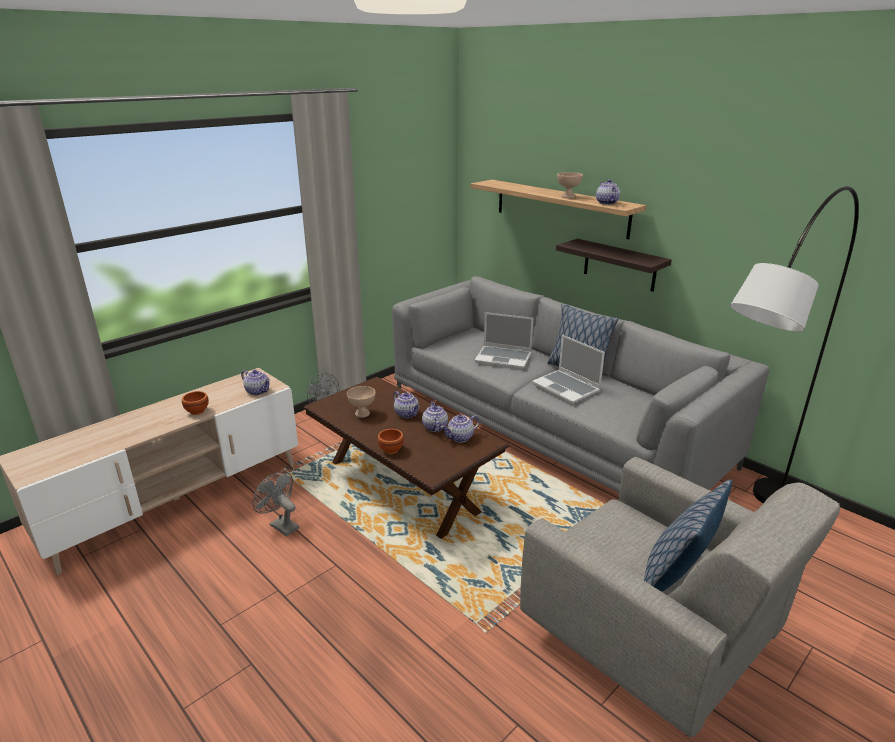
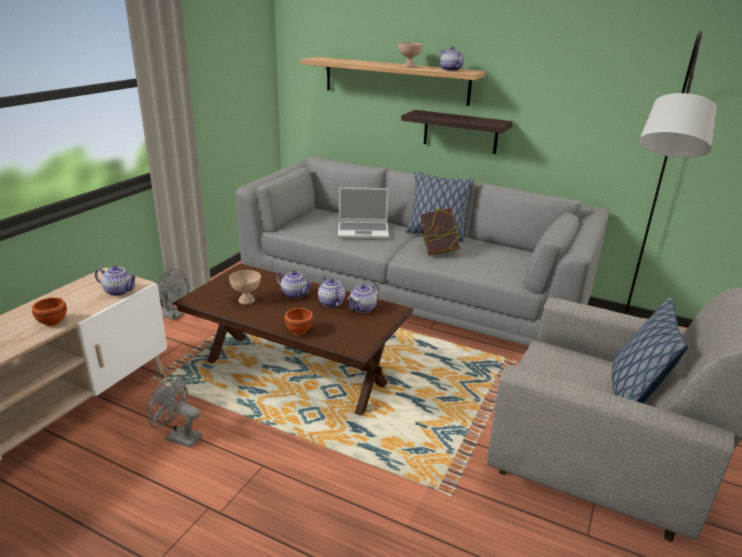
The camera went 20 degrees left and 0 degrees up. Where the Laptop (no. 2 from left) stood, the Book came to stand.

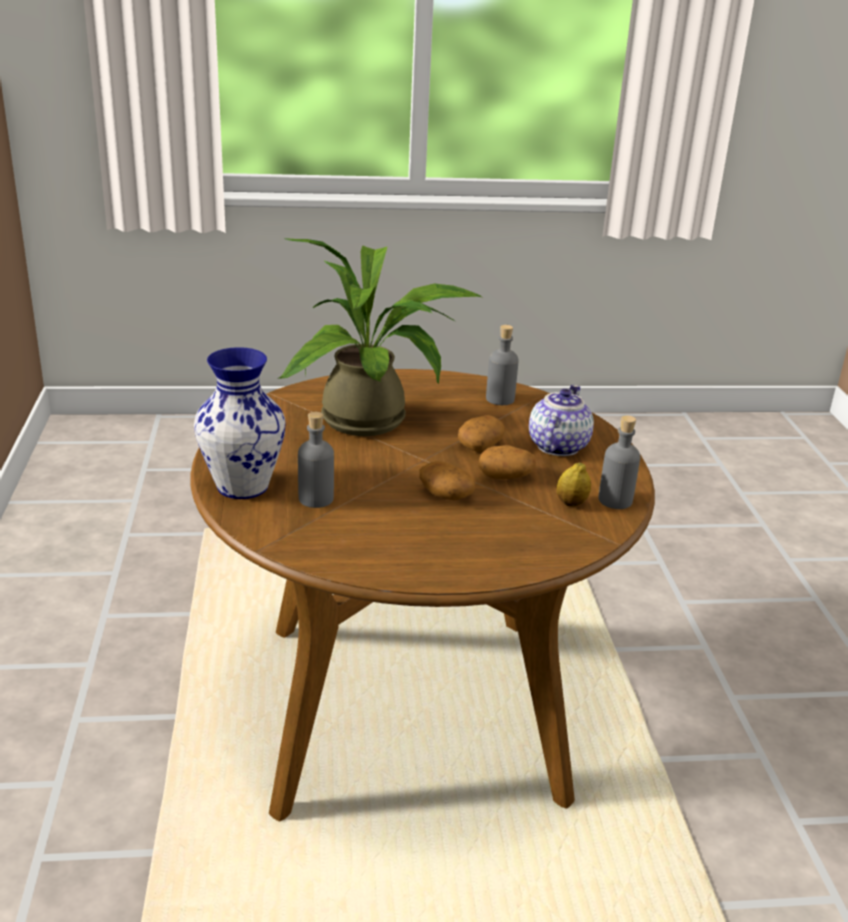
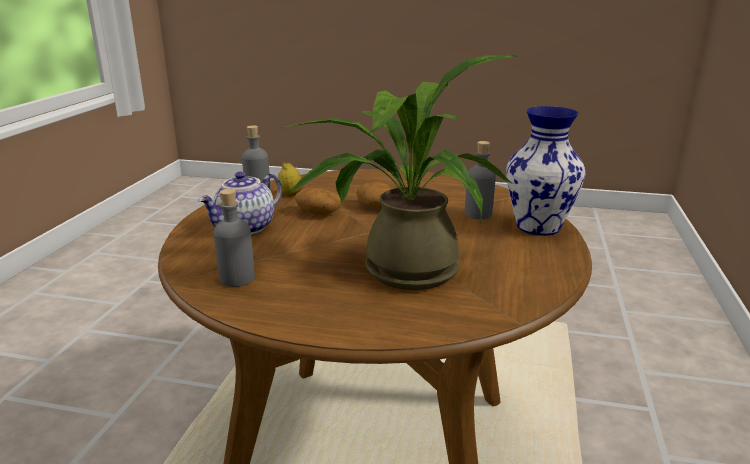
The camera went 160 degrees left and 5 degrees down. The second view lost the Potato (no. 2 from left).

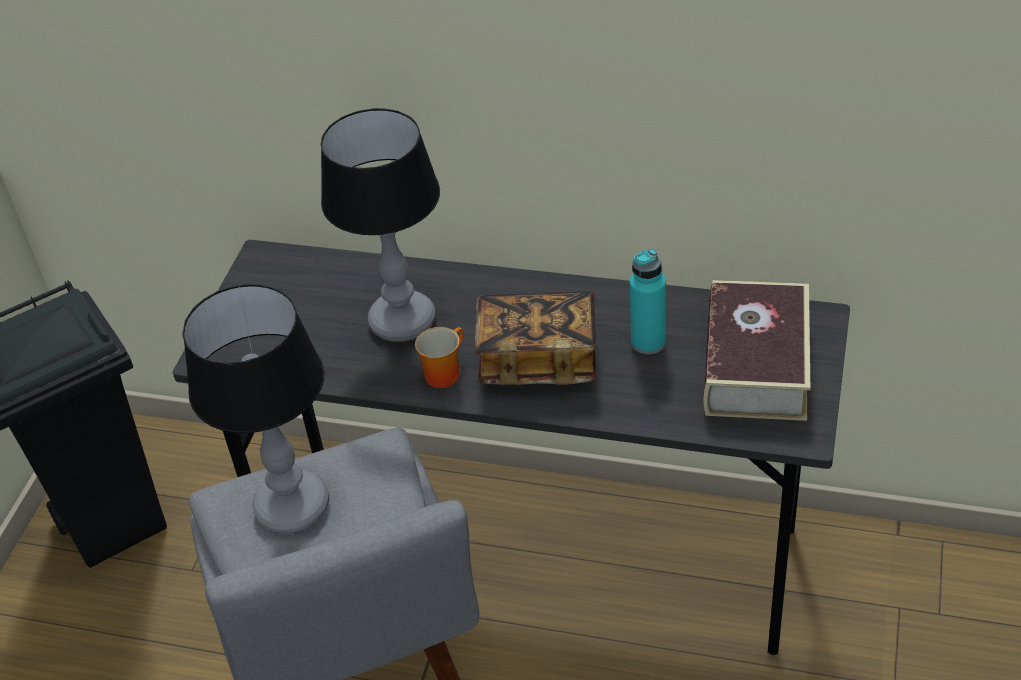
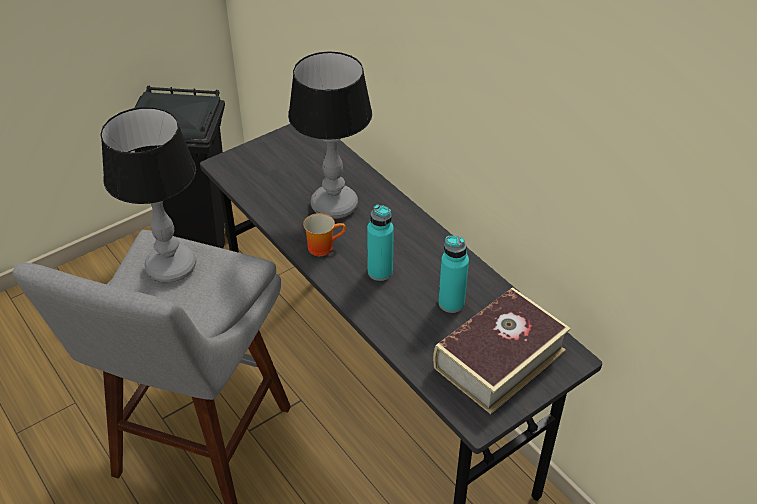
The camera went 35 degrees right and 0 degrees up. Where the Book (no. 1 from left) stood, the TurquoiseBottle (no. 1 from left) came to stand.

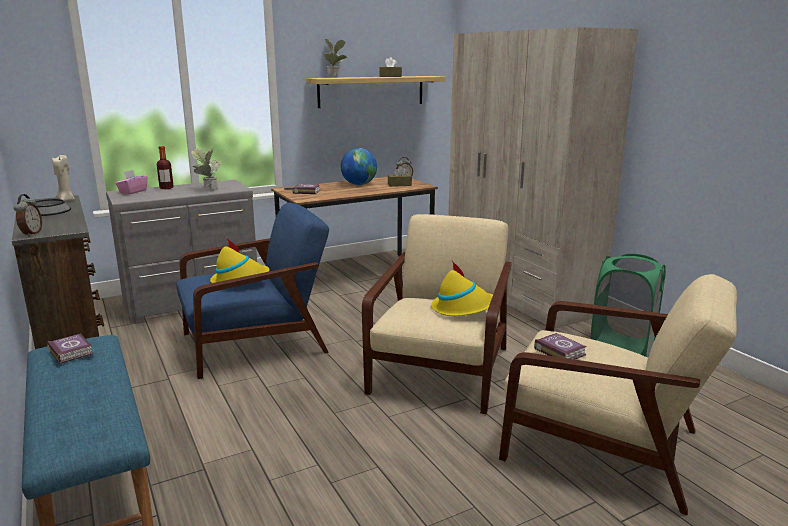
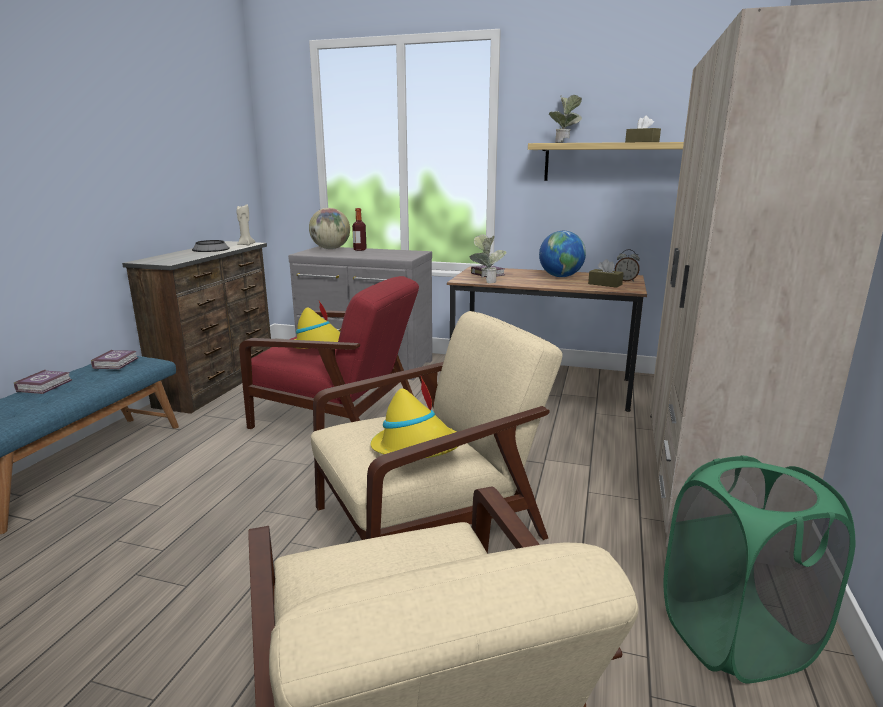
The camera went 45 degrees right and 0 degrees up. The second view lost the AlarmClock (no. 1 from left). Where the PinkTissueBox stood, the Globe (no. 1 from left) came to stand. What was the BlueArmchair turned into the RedArmchair. The PottedPlant (no. 1 from left) ended up elsewhere. The Book (no. 3 from left in the first image) ended up elsewhere.

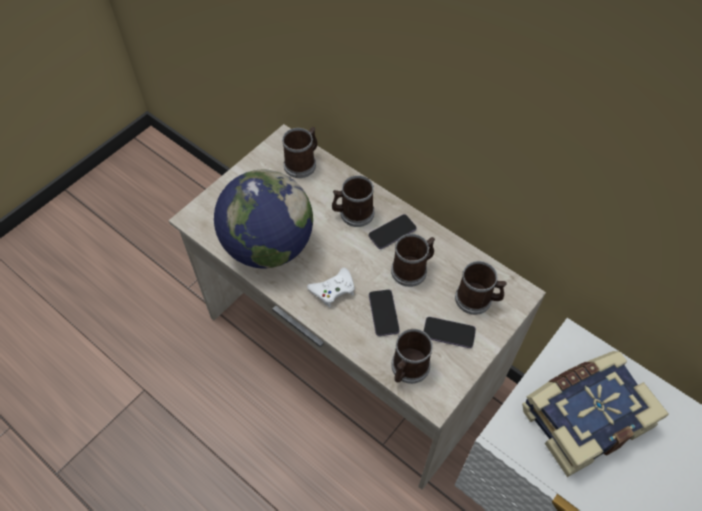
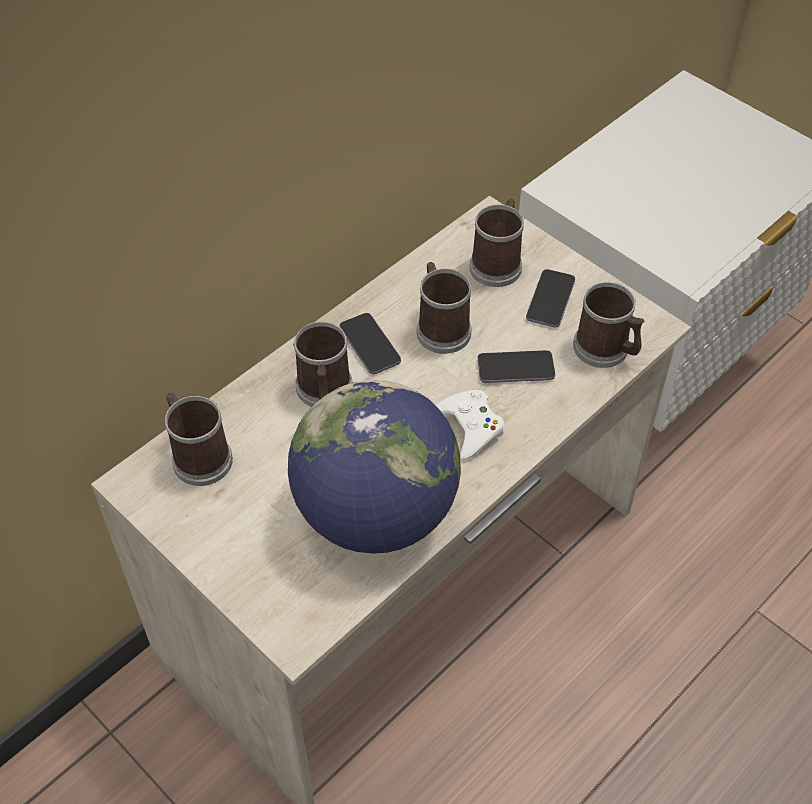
The camera went 85 degrees left and 5 degrees down. The second view lost the Book.

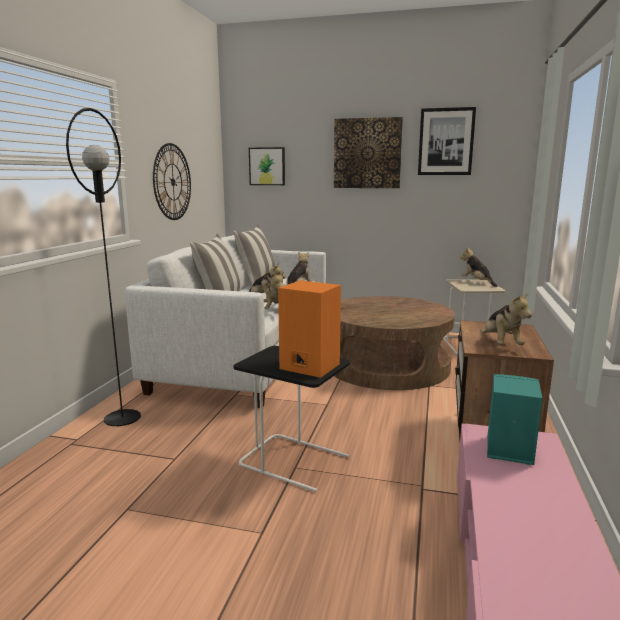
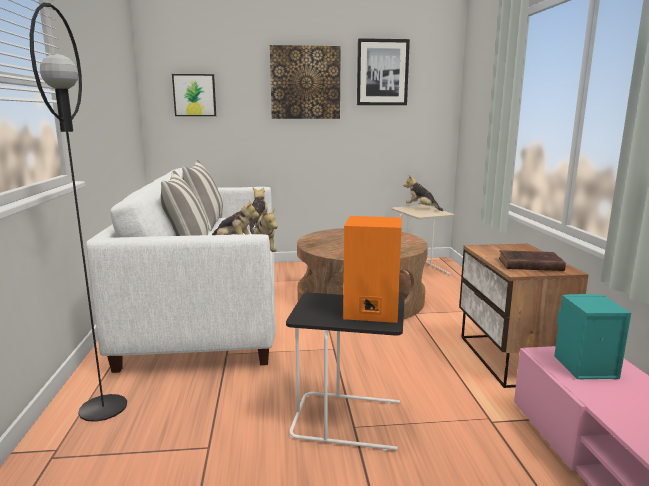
The camera went 20 degrees left and 0 degrees up. The second view lost the WallClock. Where the PlushToy (no. 5 from left) stood, the BrownBook came to stand.

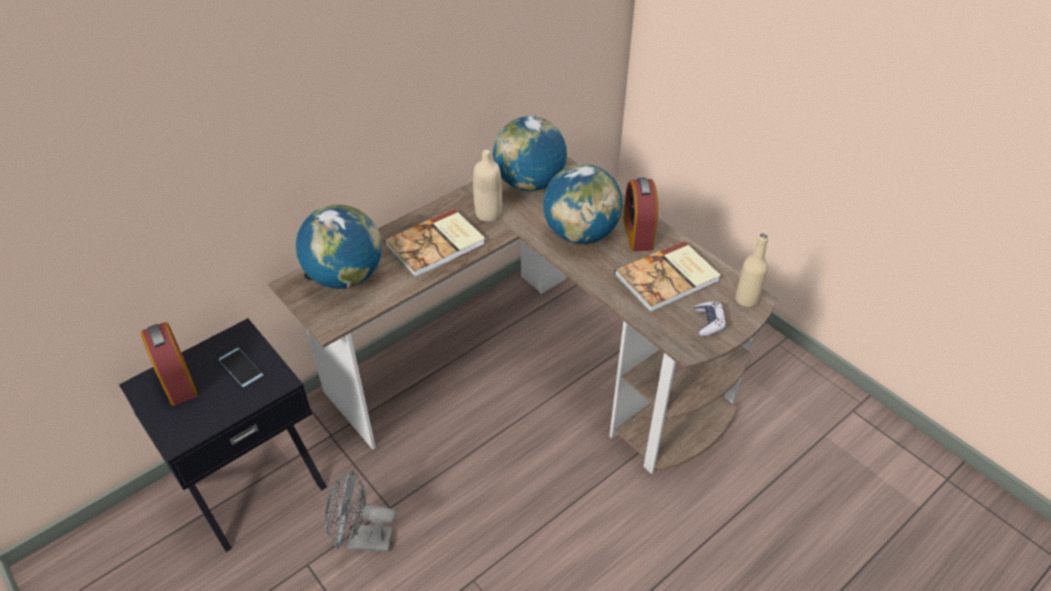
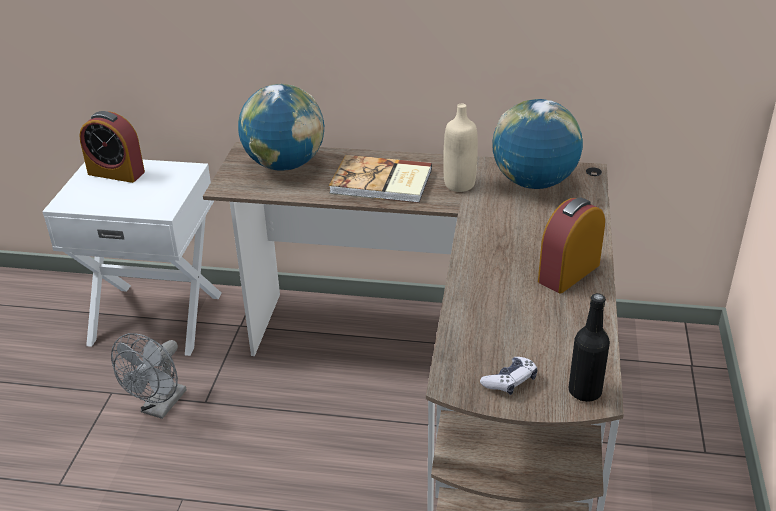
The camera went 50 degrees right and 10 degrees down. What was the BlackNightstand turned into the WhiteNightstand. The AlarmClock (no. 1 from left) ended up facing another way, 90 degrees clockwise from before. The second view lost the Phone. The GreyFan ended up facing another way, 120 degrees counterclockwise from before. The second view lost the Globe (no. 3 from left). The second view lost the Book (no. 2 from left). What was the BeigeBottle (no. 2 from left) turned into the BlackBottle.

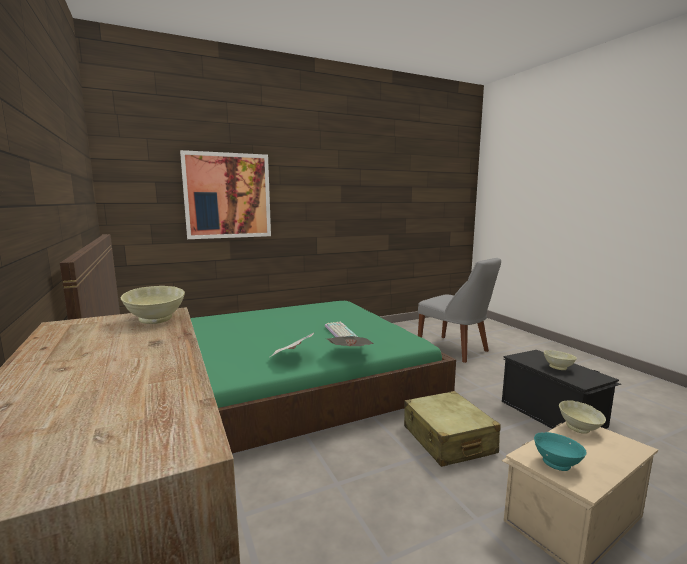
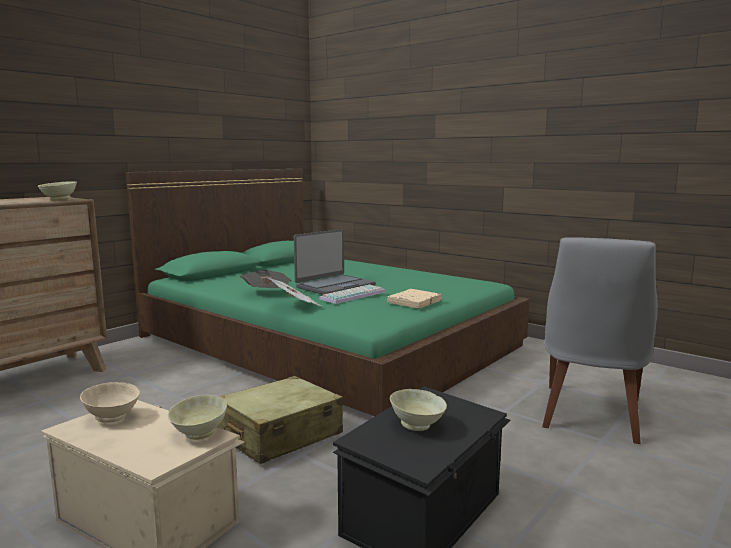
The camera went 65 degrees right and 0 degrees up. The second view lost the Picture. What was the TurquoiseBowl turned into the BeigeBowl (no. 2 from left). The second view gained the Laptop. The second view gained the BeigeBook.

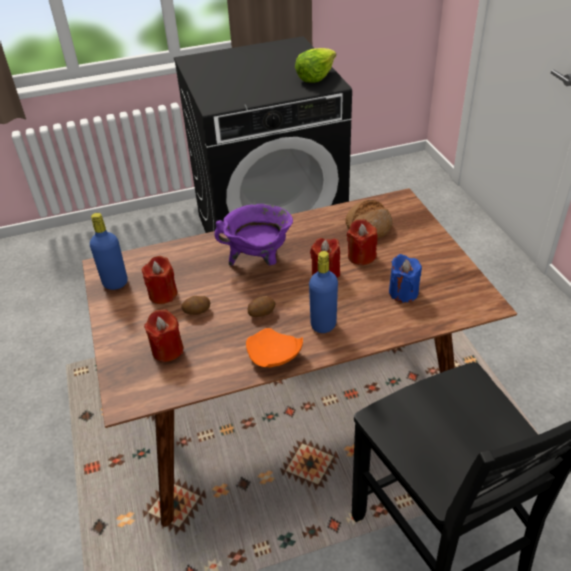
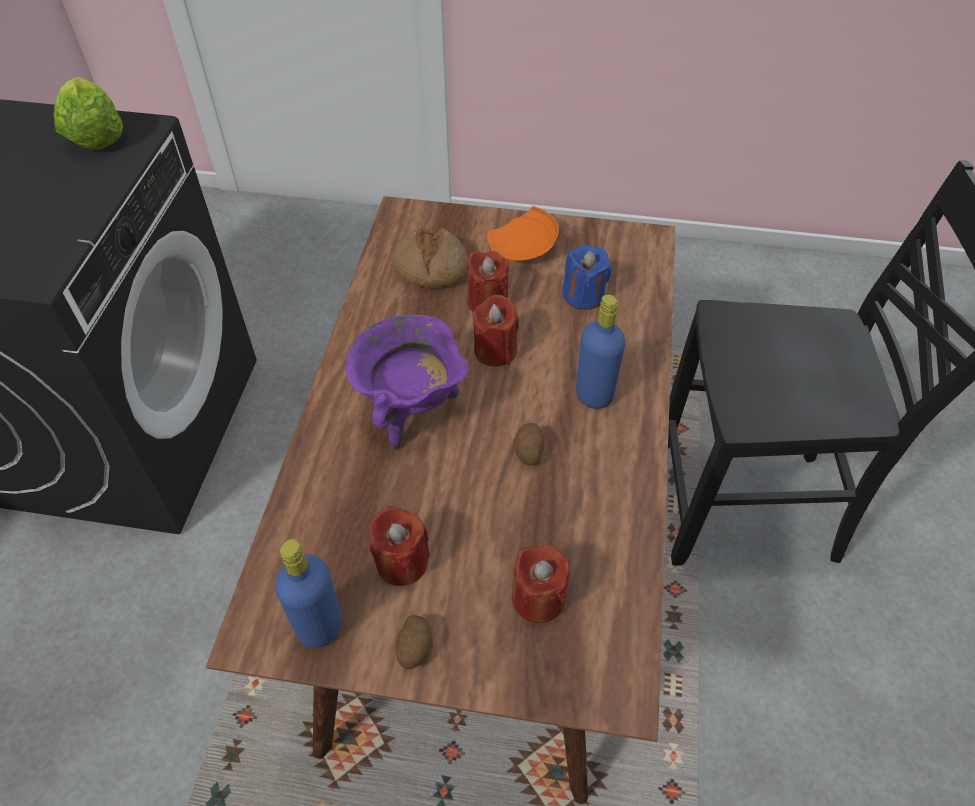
The camera went 65 degrees left and 10 degrees up. The Potato (no. 1 from left) ended up elsewhere. The OrangePlate ended up elsewhere.

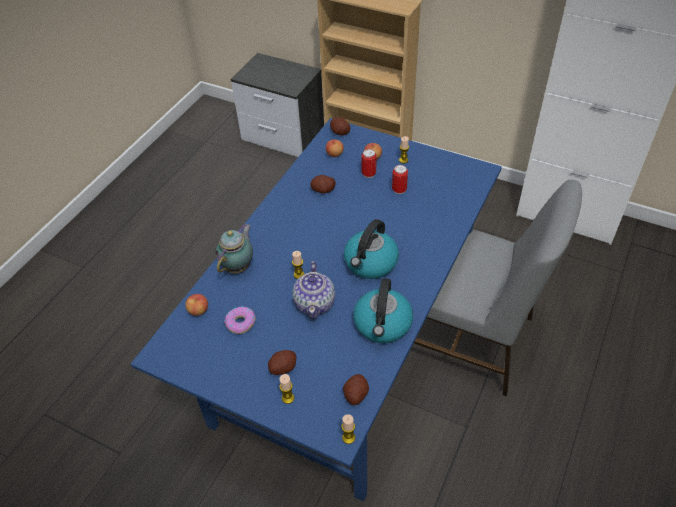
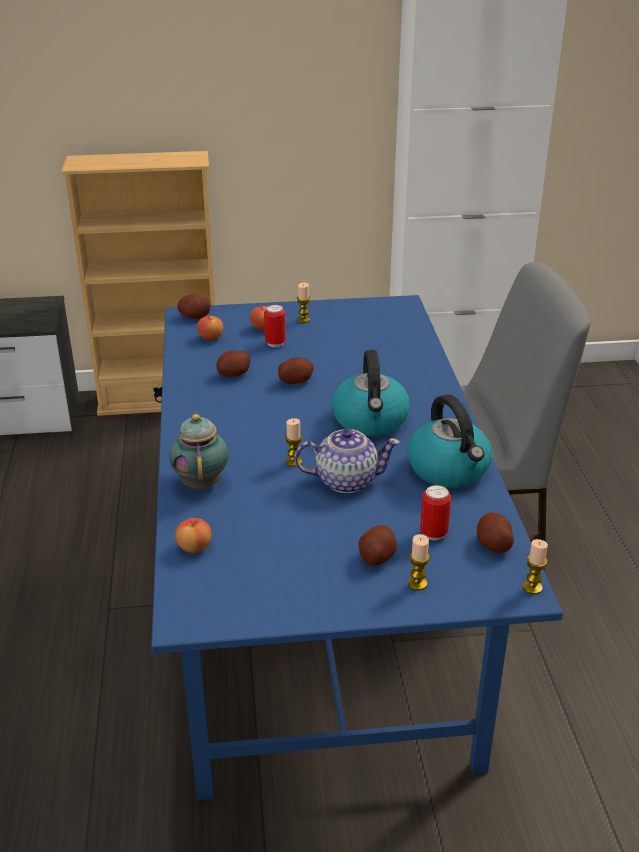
The camera went 35 degrees left and 15 degrees down. The second view lost the Donut. The Teapot (no. 2 from left) ended up facing another way, 60 degrees counterclockwise from before. The Can (no. 2 from left) ended up elsewhere. The second view gained the Potato (no. 3 from left).

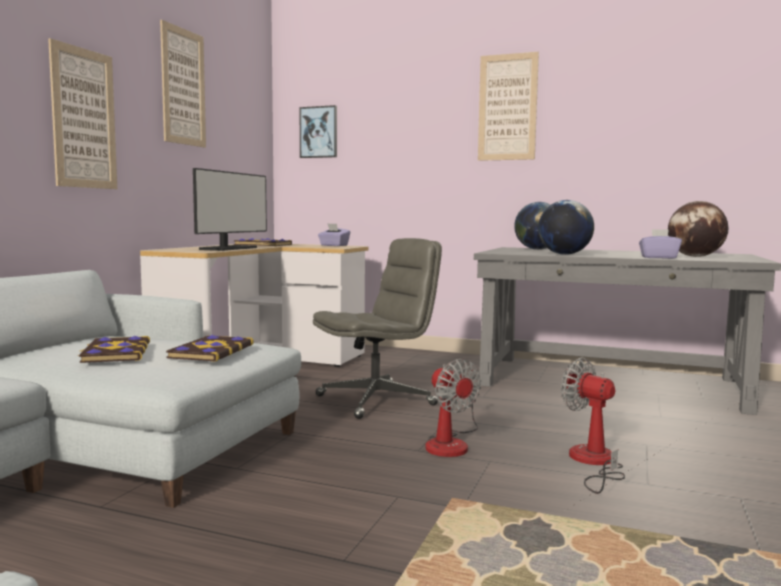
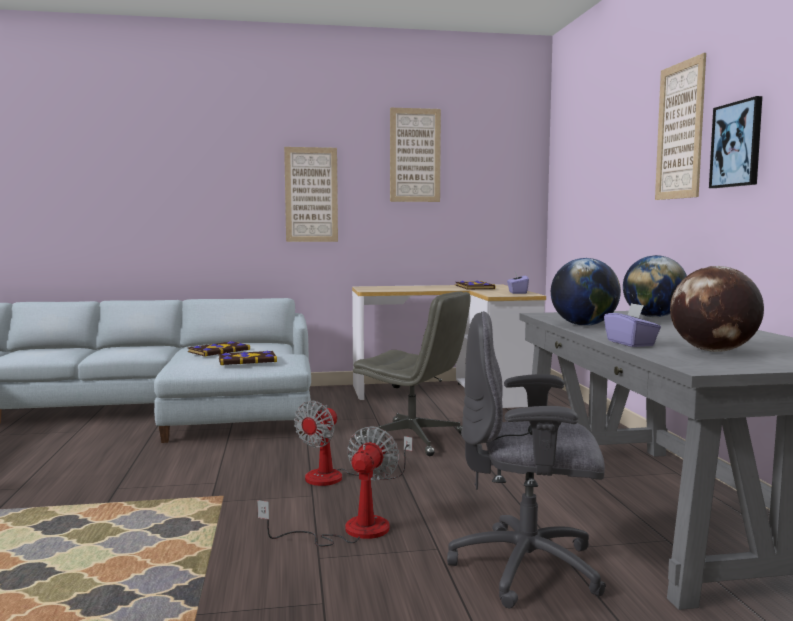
The camera went 60 degrees right and 0 degrees up. The second view lost the Monitor. The Picture (no. 3 from left in the first image) ended up elsewhere. The second view gained the GreyOfficeChair (no. 2 from left).

